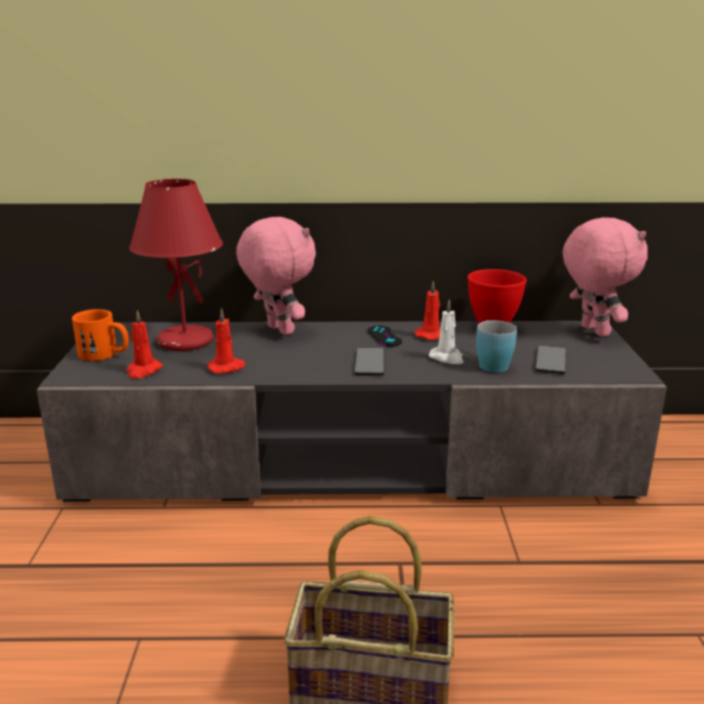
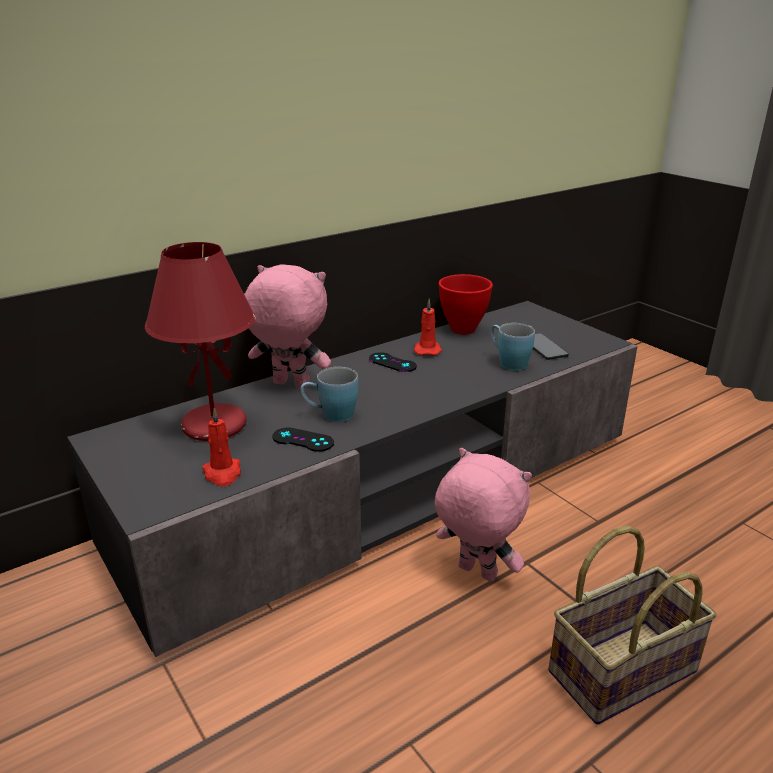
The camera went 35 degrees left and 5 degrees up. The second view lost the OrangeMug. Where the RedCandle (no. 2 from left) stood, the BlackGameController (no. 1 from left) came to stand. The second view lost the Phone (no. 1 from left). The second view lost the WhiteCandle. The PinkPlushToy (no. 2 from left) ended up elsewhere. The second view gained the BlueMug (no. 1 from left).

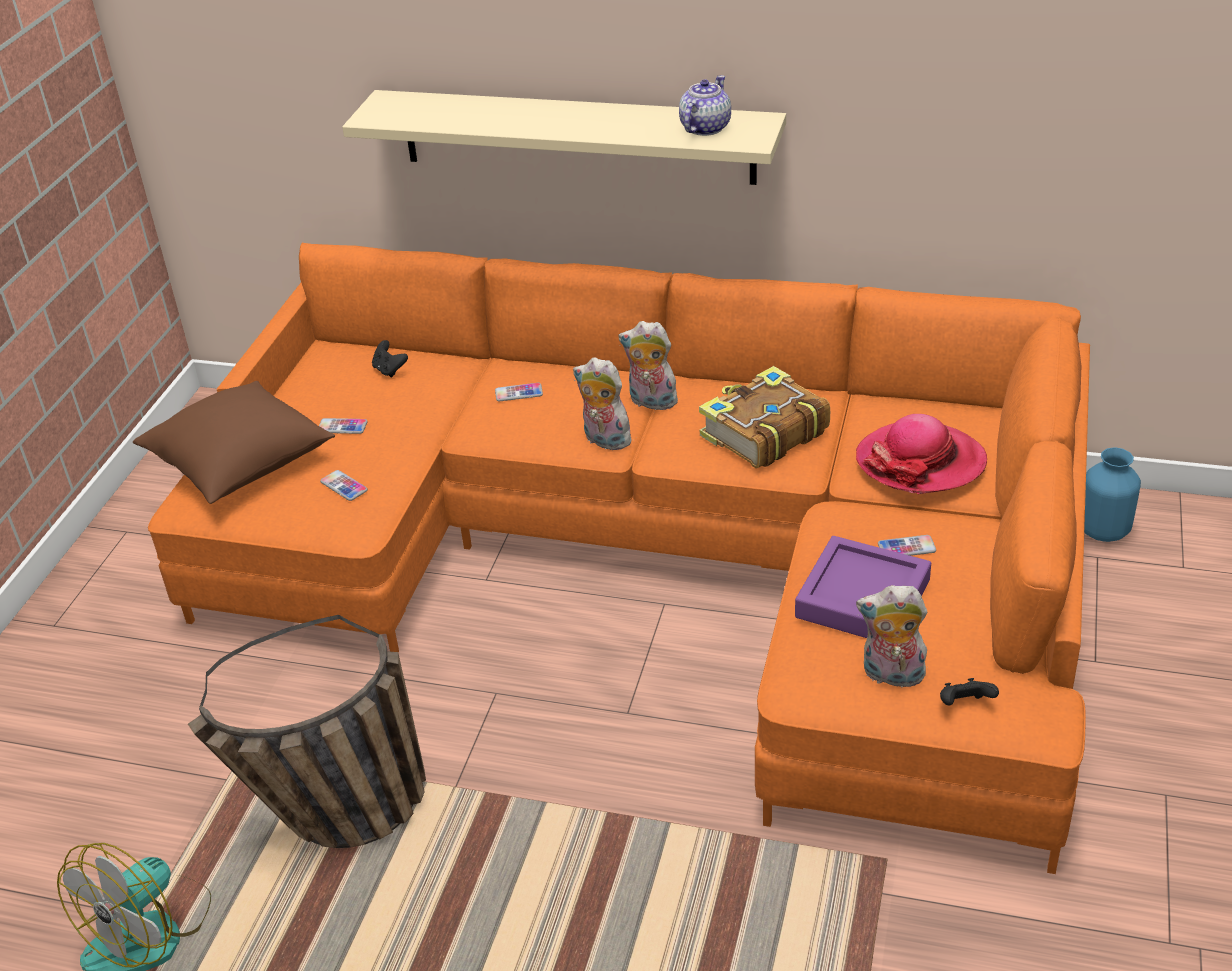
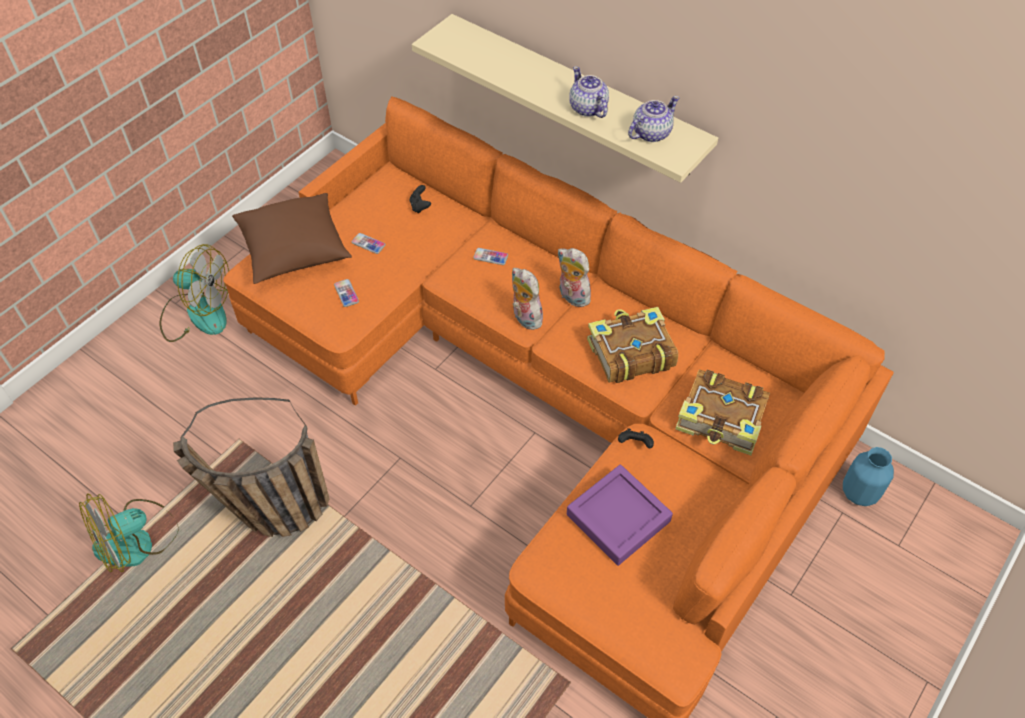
The camera went 20 degrees right and 15 degrees up. Where the Hat stood, the Book (no. 2 from left) came to stand. The second view lost the PlushToy (no. 3 from left). The second view lost the Phone (no. 4 from left). The BlackGameController (no. 2 from left) ended up elsewhere. The second view gained the Fan (no. 2 from left). The second view gained the Teapot (no. 1 from left).

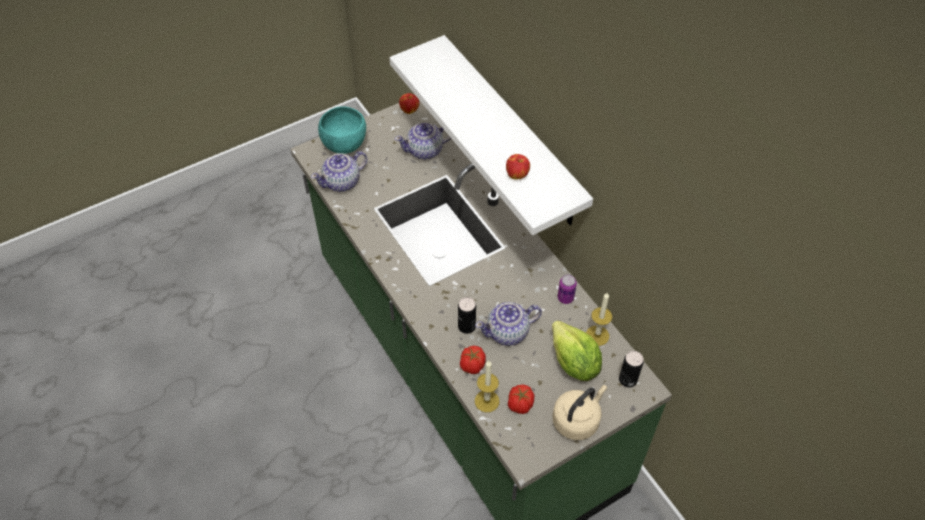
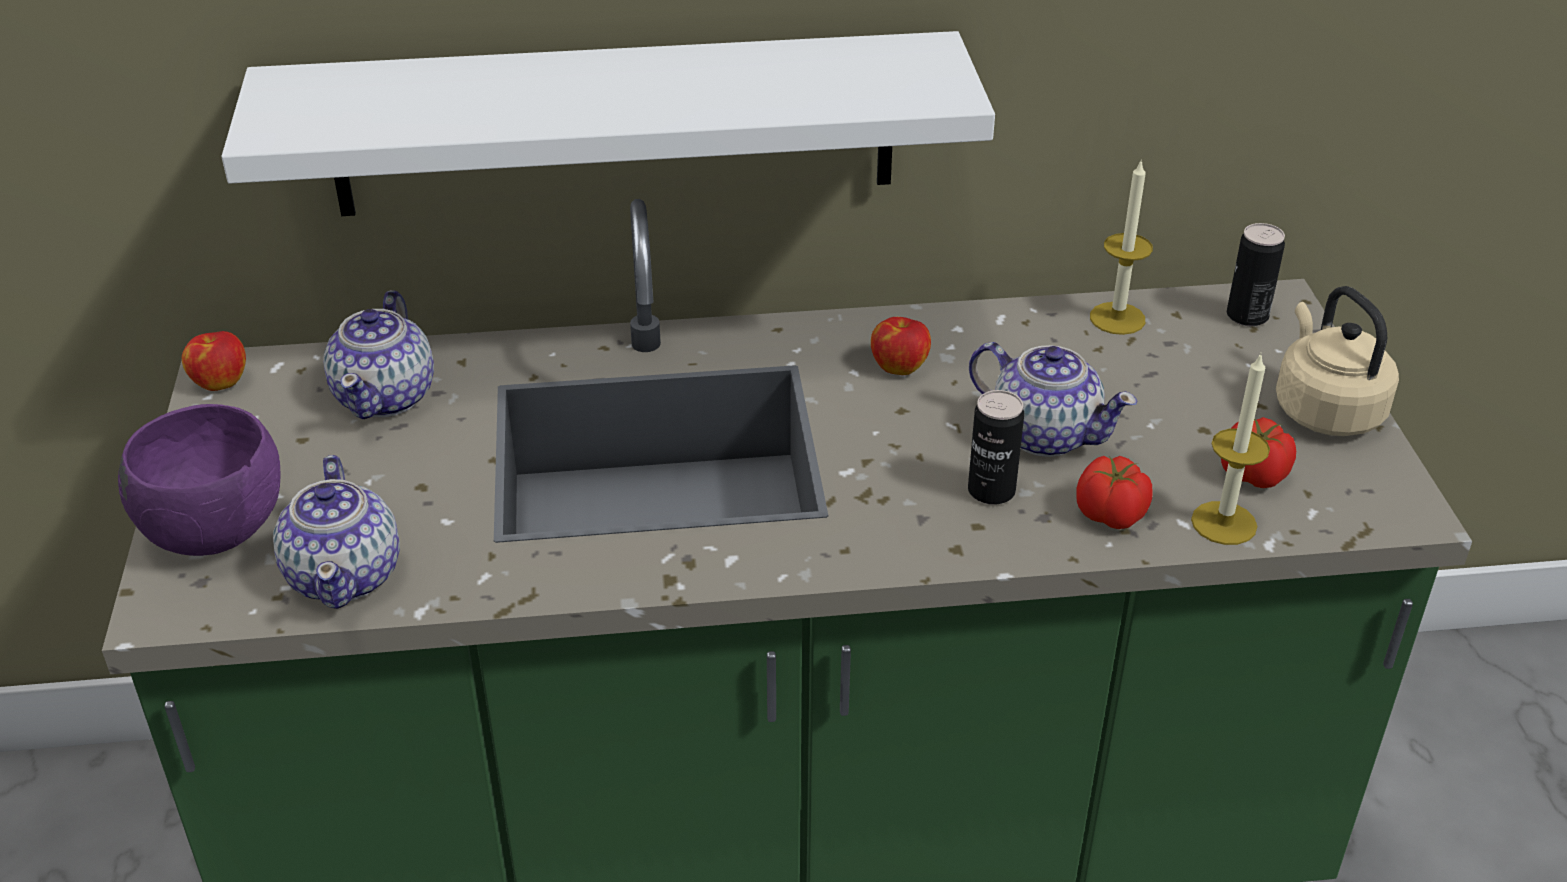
The camera went 65 degrees left and 15 degrees down. What was the TurquoiseBowl turned into the PurpleBowl. The Teapot (no. 3 from left) ended up facing another way, 60 degrees counterclockwise from before. The Apple (no. 2 from left) ended up elsewhere. The second view lost the Lettuce. The second view lost the Can (no. 2 from left).

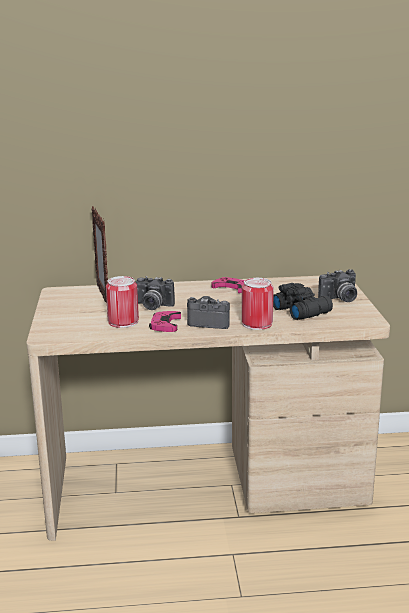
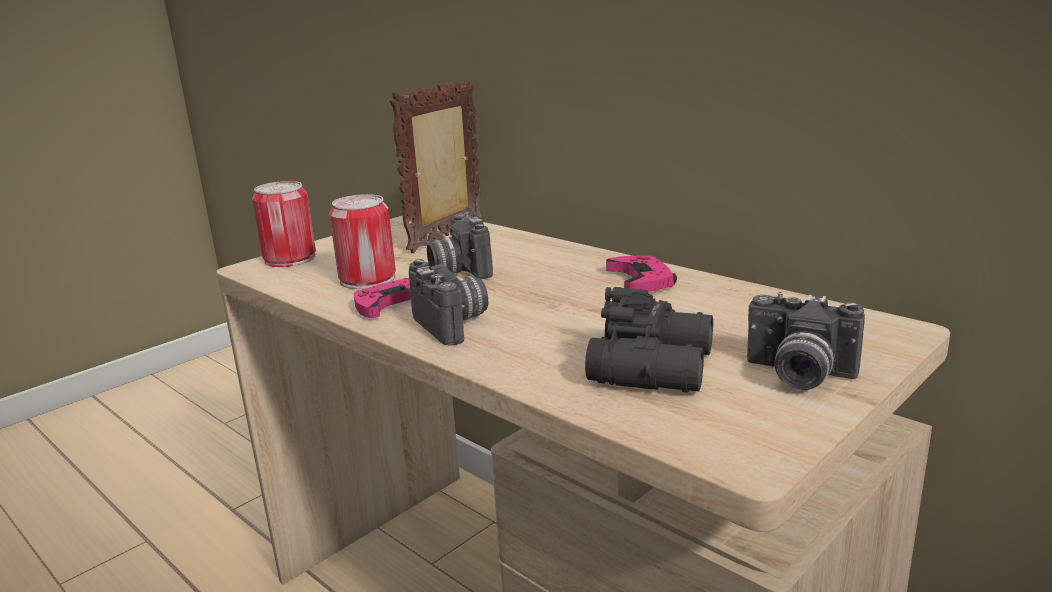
The camera went 50 degrees right and 0 degrees up. The Can (no. 2 from left in the first image) ended up elsewhere.

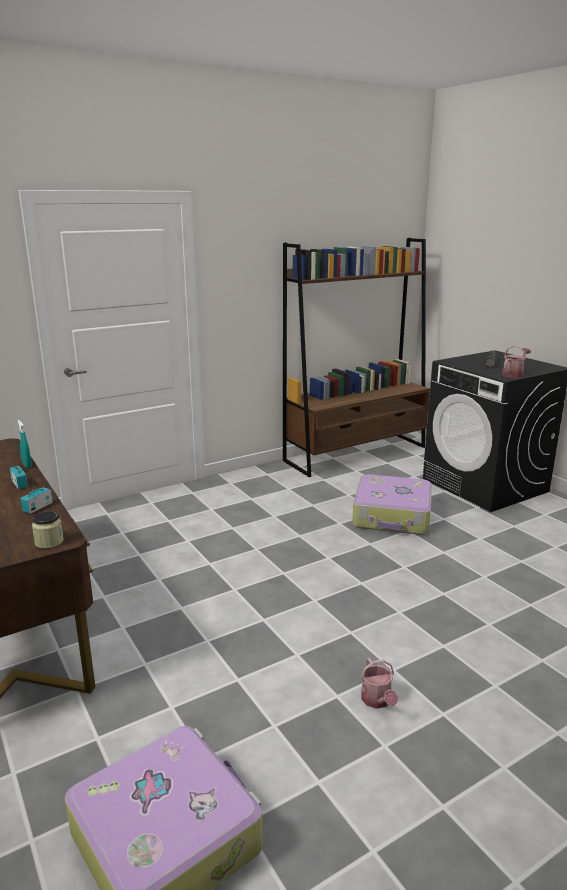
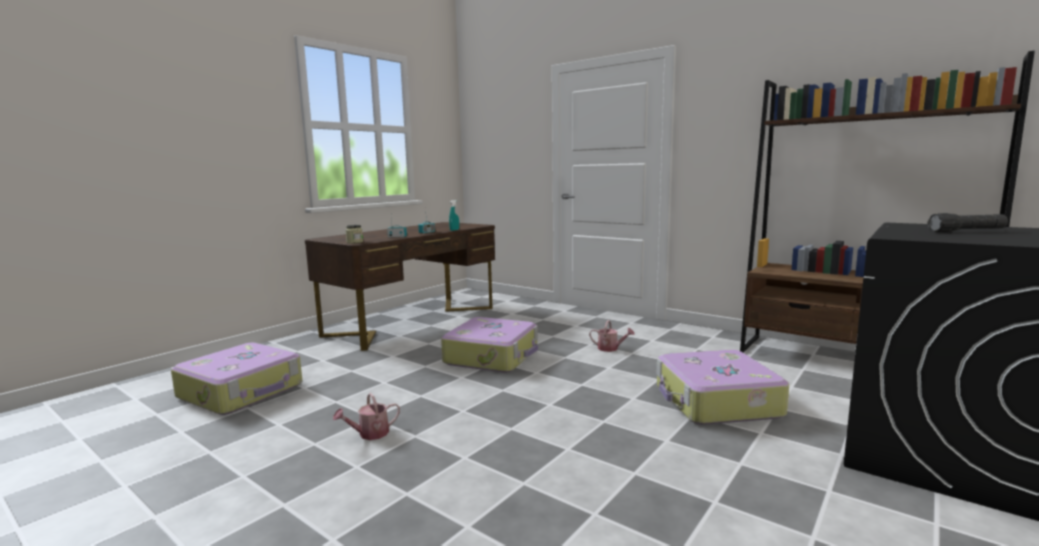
The camera went 70 degrees right and 10 degrees down. The WateringCan (no. 2 from left) ended up elsewhere. The second view gained the Suitcase (no. 2 from left).

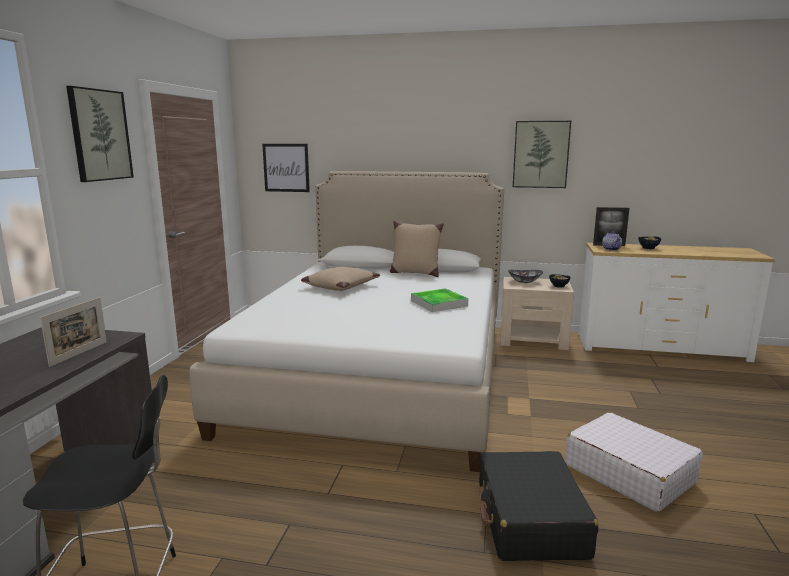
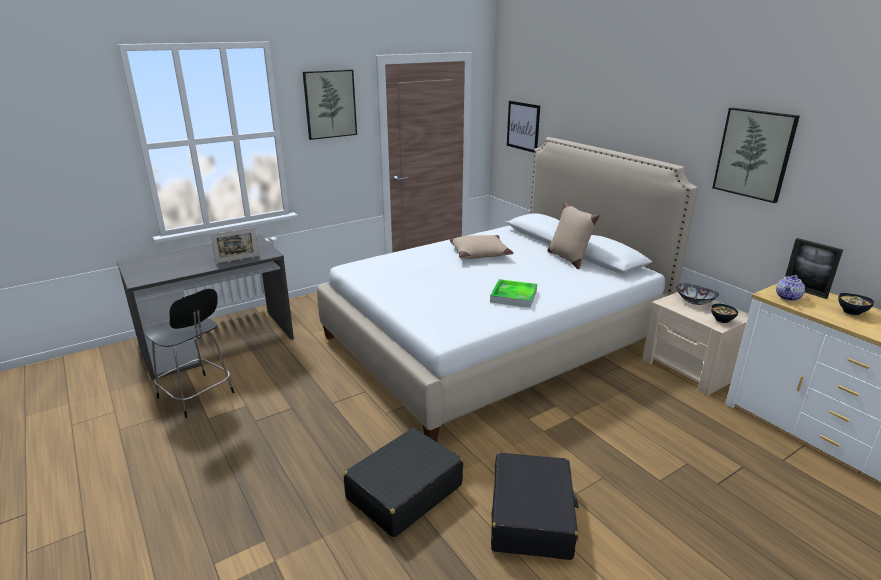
The camera went 45 degrees right and 10 degrees up. What was the WhiteSuitcase turned into the BlackSuitcase (no. 2 from left).

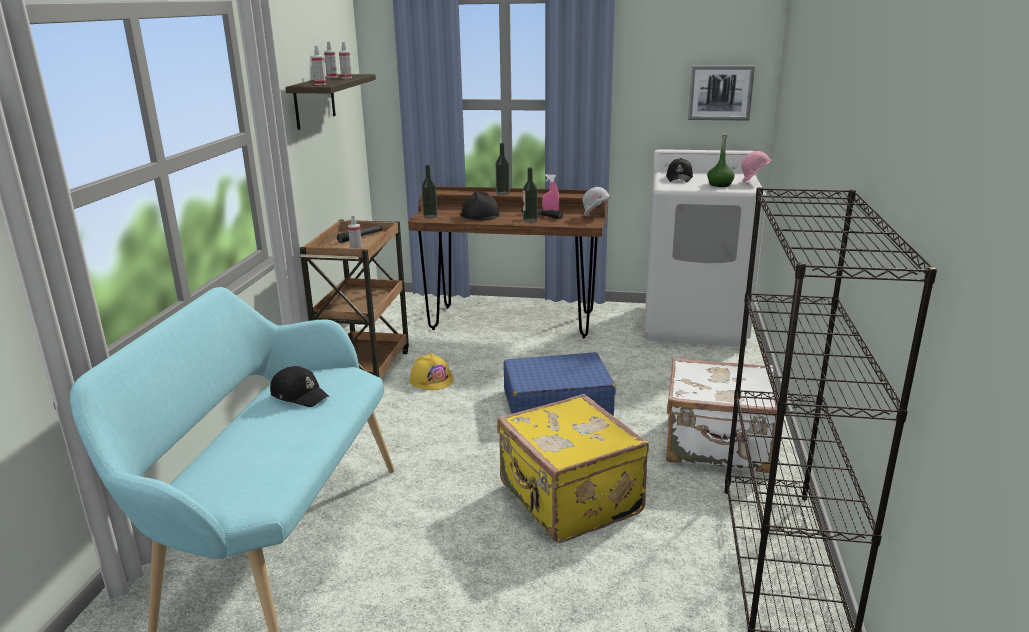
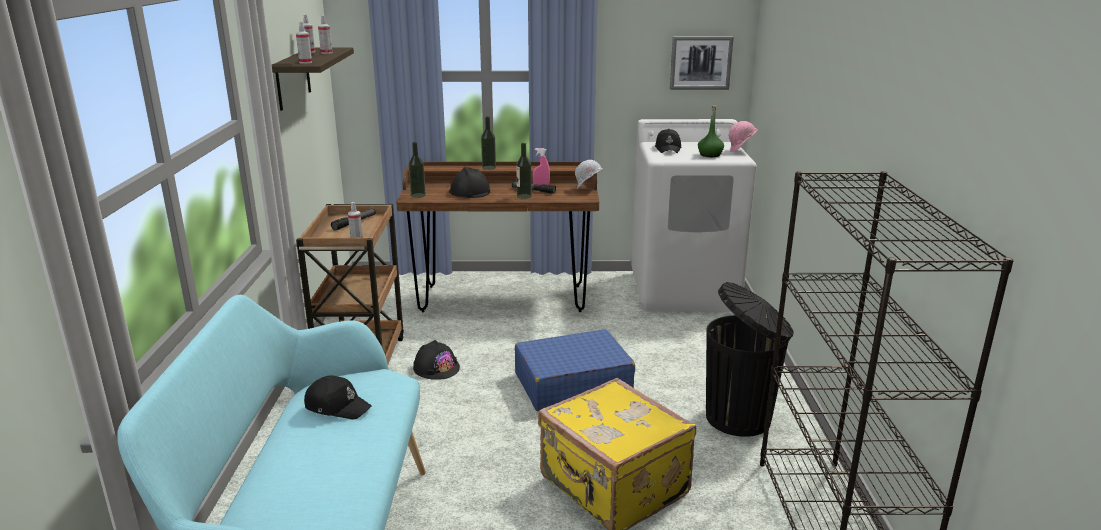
The camera went 10 degrees left and 0 degrees up. What was the YellowHardHat turned into the BlackHardHat (no. 1 from left). Where the WhiteSuitcase stood, the BlackTrashCan came to stand.

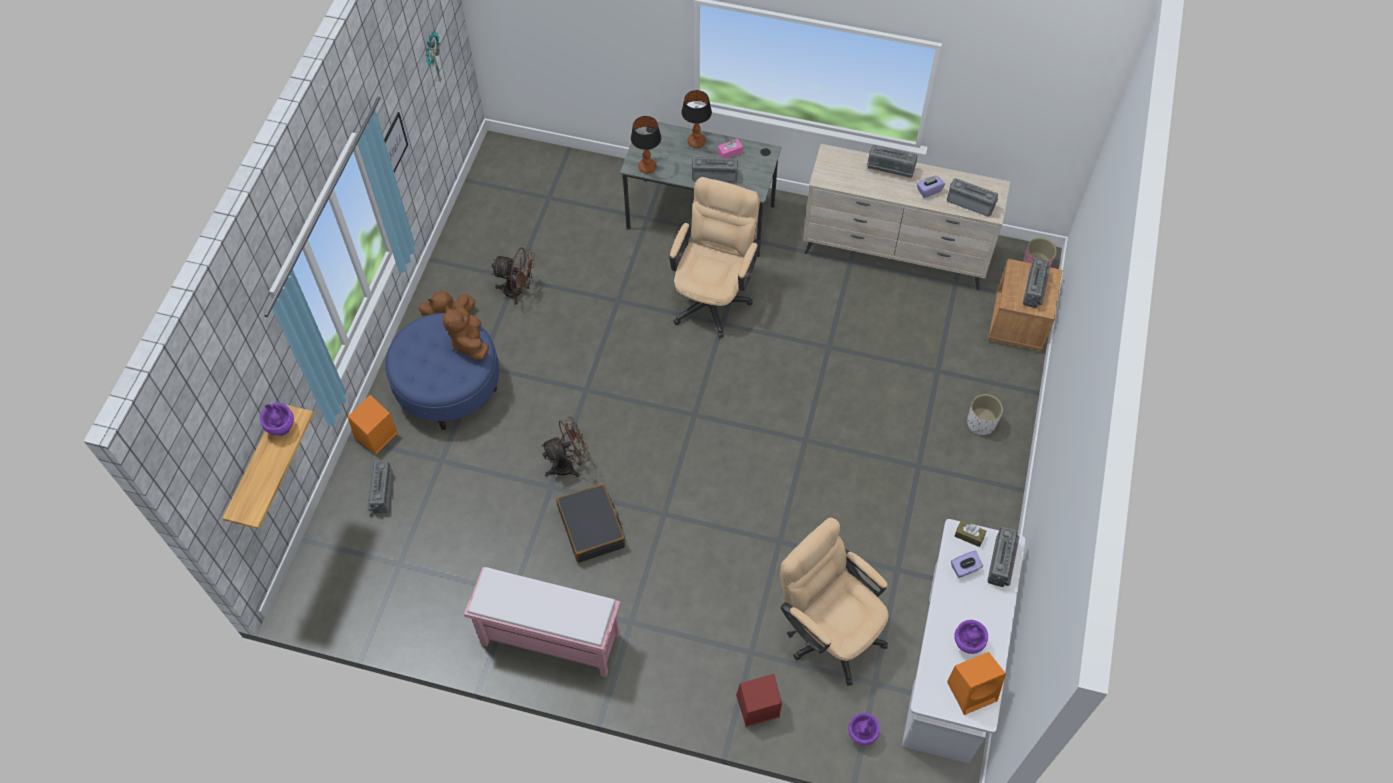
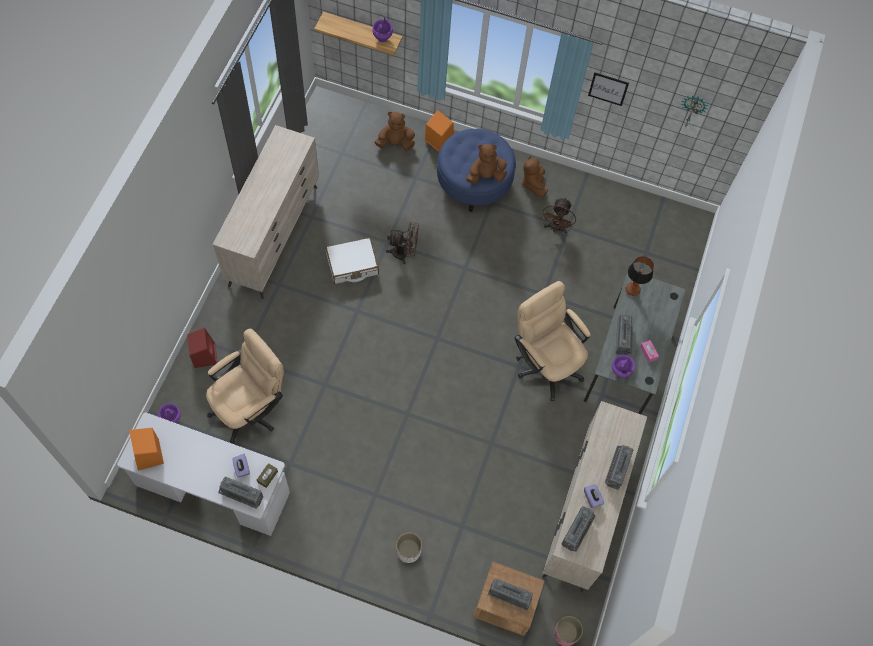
The camera went 90 degrees right and 5 degrees up. Where the Radio (no. 1 from left) stood, the BrownPlushToy (no. 1 from left) came to stand. Where the PinkBench stood, the BeigeDresser (no. 1 from left) came to stand. The BrownFan (no. 2 from left in the first image) ended up facing another way, 60 degrees counterclockwise from before. What was the BlackSuitcase turned into the WhiteSuitcase. The BeigeOfficeChair (no. 1 from left in the first image) ended up facing another way, 150 degrees counterclockwise from before. The second view lost the TableLamp (no. 2 from left). The PurpleVase (no. 3 from left) ended up elsewhere.

